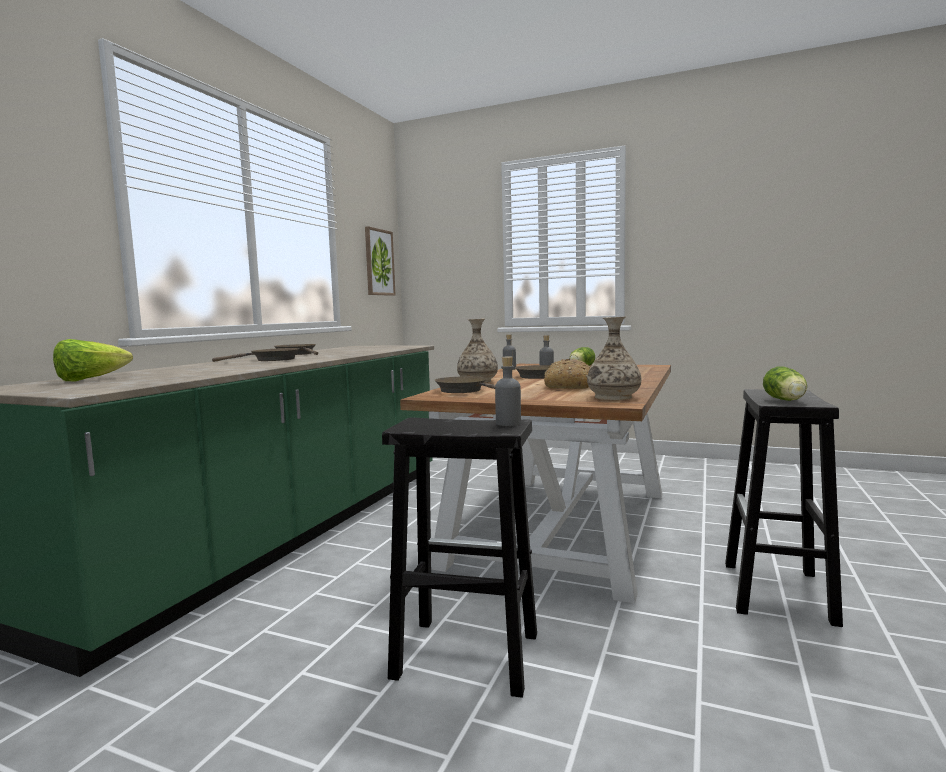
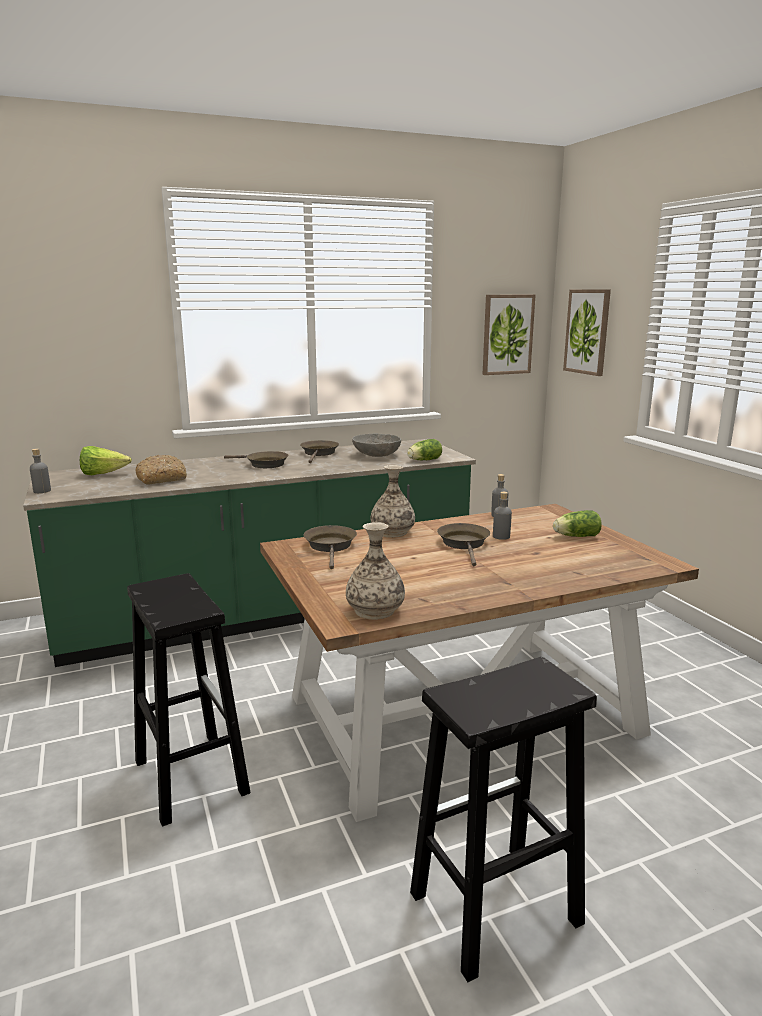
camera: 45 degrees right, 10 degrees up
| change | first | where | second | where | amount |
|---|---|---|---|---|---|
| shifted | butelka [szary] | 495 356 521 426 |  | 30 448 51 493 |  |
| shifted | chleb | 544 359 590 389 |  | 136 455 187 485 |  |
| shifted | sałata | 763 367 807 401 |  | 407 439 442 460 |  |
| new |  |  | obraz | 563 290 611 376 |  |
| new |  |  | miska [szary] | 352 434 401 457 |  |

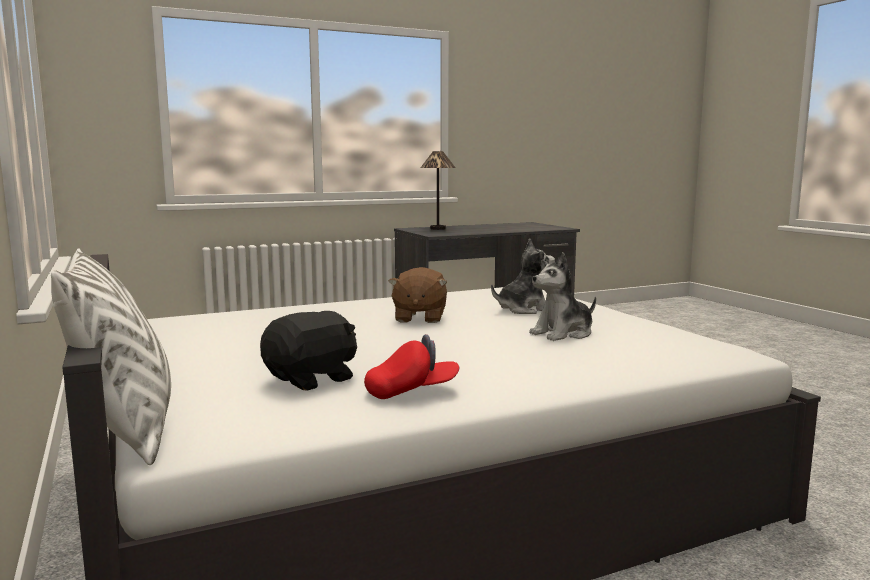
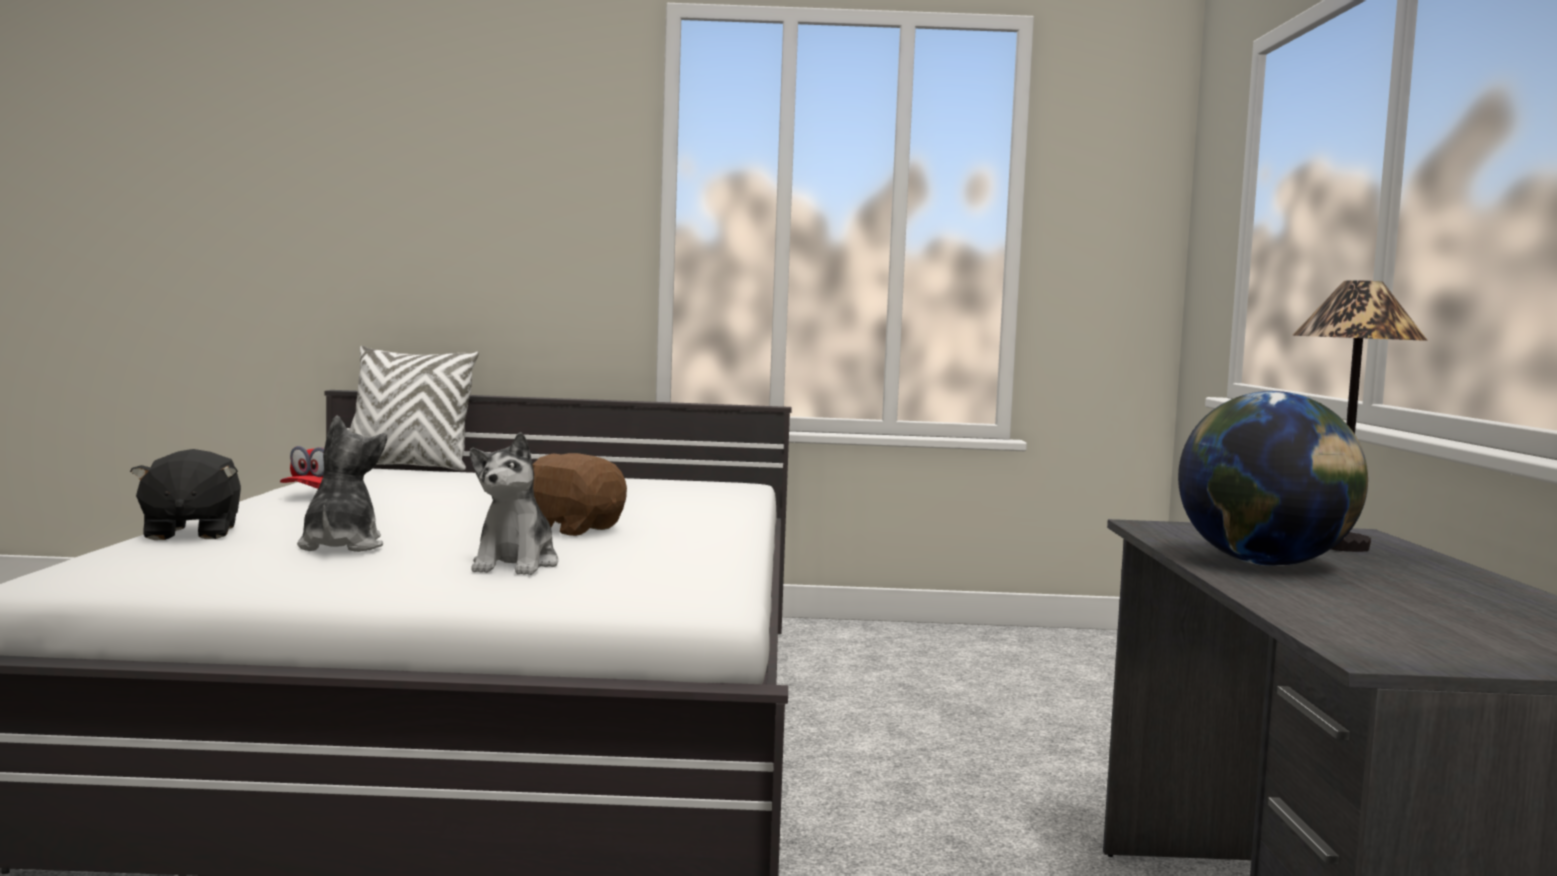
camera: 115 degrees right, 5 degrees down
| change | first | where | second | where | amount |
|---|---|---|---|---|---|
| shifted | pluszak [czarny] | 260 311 357 391 |  | 130 449 241 540 |  |
| new |  |  | globus | 1178 391 1368 566 |  |

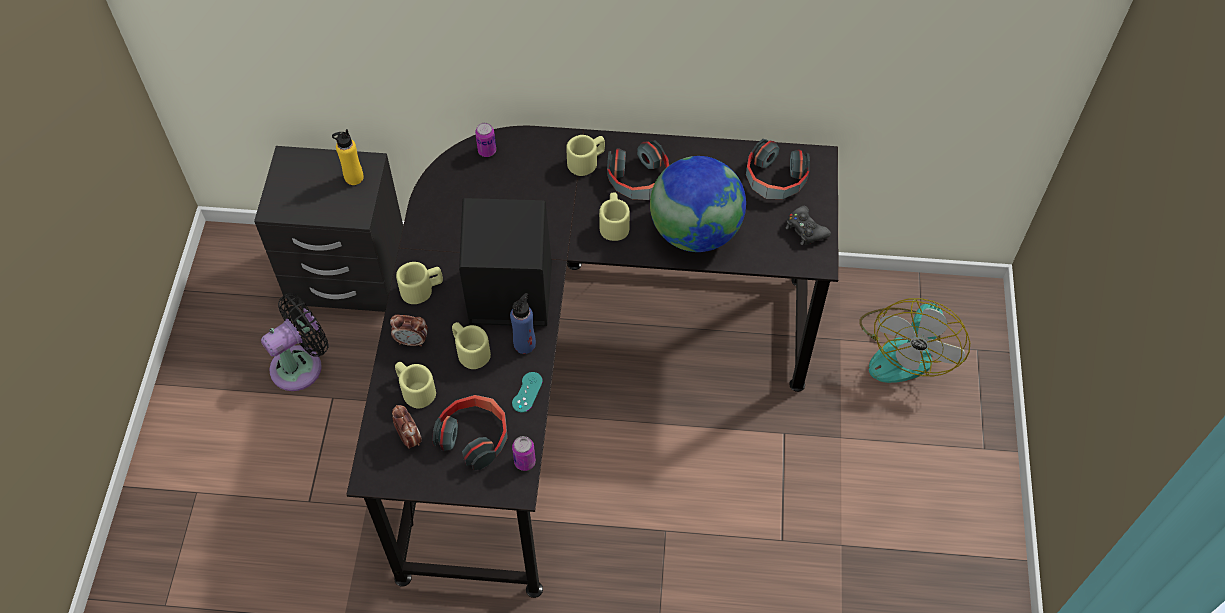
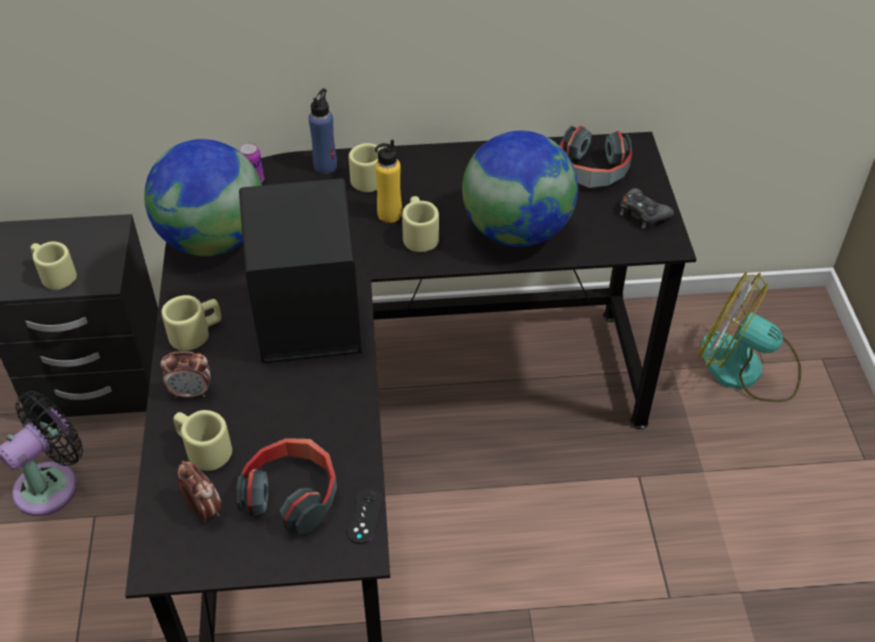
camera: 10 degrees left, 10 degrees down
| change | first | where | second | where | amount |
|---|---|---|---|---|---|
| shifted | butelka [żółty] | 332 129 364 185 |  | 375 139 402 223 |  |
| gone | słuchawki | 607 140 669 200 |  |  |  |
| shifted | butelka [niebieski] | 510 293 536 354 |  | 309 89 337 174 |  |
| rotated | wentylator | 859 298 970 383 |  | 698 272 801 402 | 105 degrees clockwise |
| shifted | kubek [beżowy] | 452 322 491 369 |  | 30 241 77 290 |  |
| gone | pad do gier [turkusowy] | 512 372 543 412 |  |  |  |
| swapped | puszka | 512 436 536 471 | pad do gier [czarny] | 347 488 383 544 |  |
| new |  |  | globus | 144 139 262 256 |  |

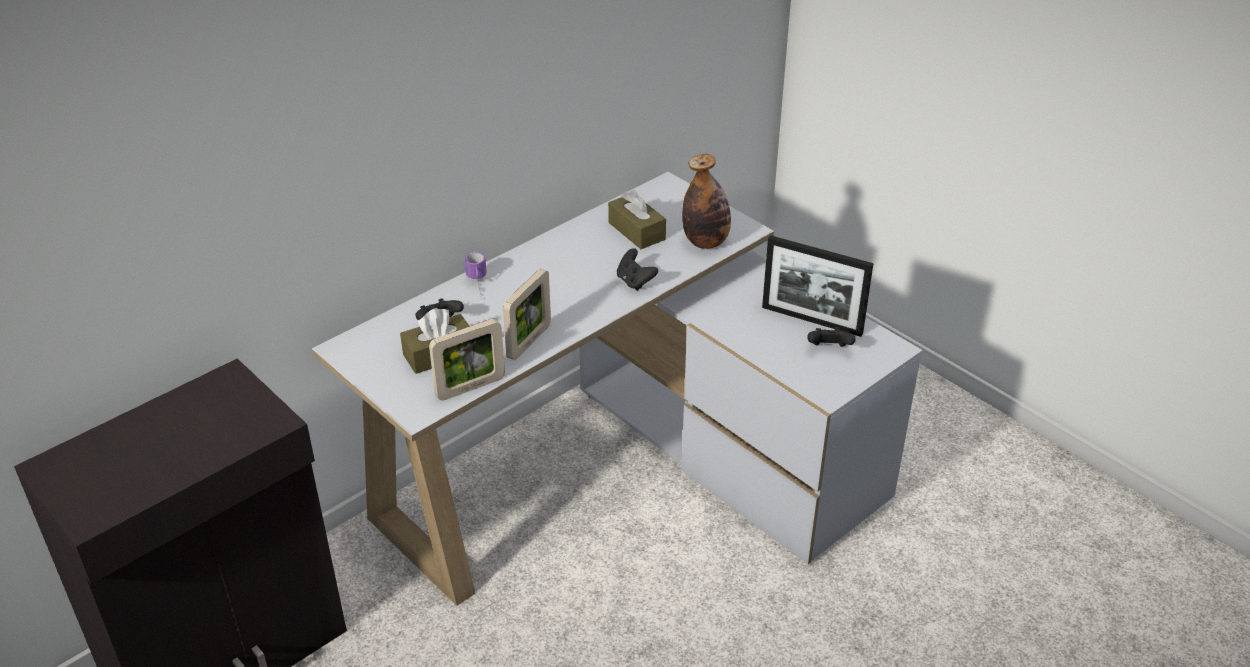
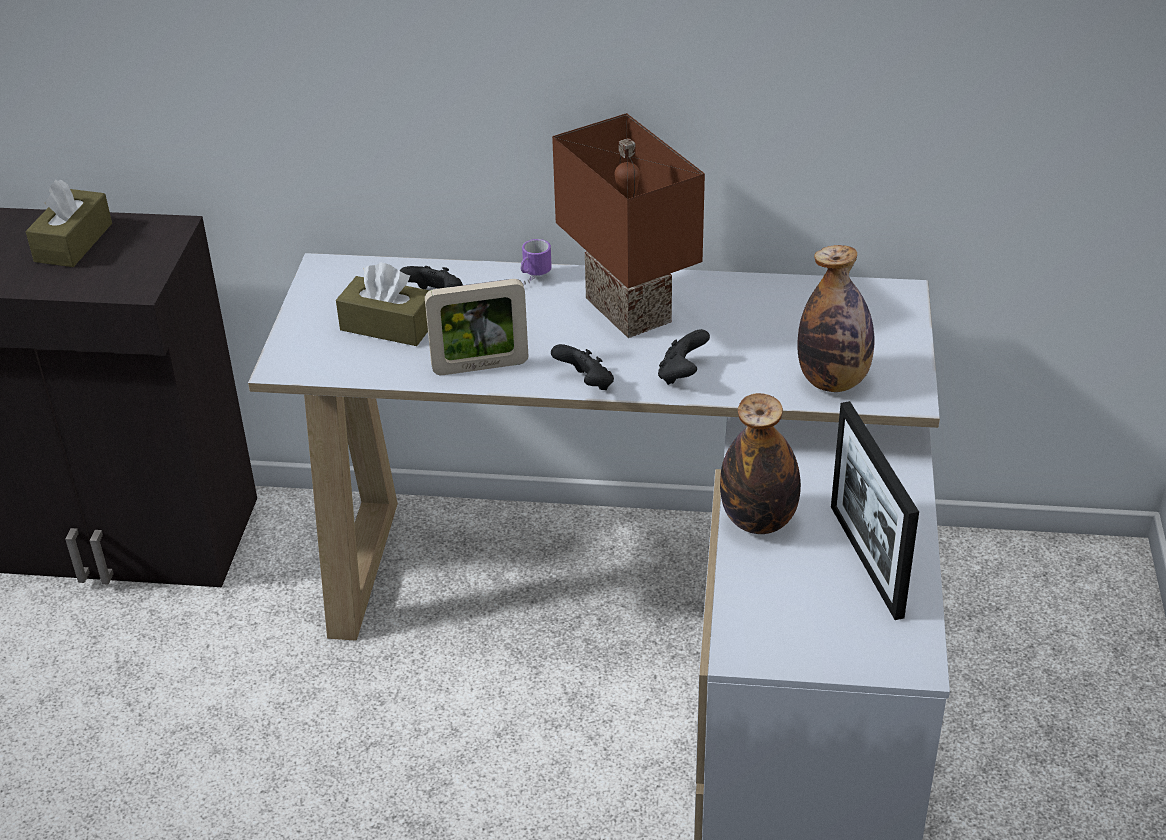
camera: 50 degrees right, 0 degrees up
| change | first | where | second | where | amount |
|---|---|---|---|---|---|
| shifted | pudełko chusteczek [brązowy] | 608 190 666 249 |  | 25 180 112 267 |  |
| gone | ramka na zdjęcie | 429 319 505 400 |  |  |  |
| shifted | pad do gier [czarny] | 807 327 856 347 |  | 551 344 614 390 |  |
| new |  |  | lampa stołowa [brązowy] | 552 113 705 338 |  |
| new |  |  | butelka | 720 393 801 534 |  |

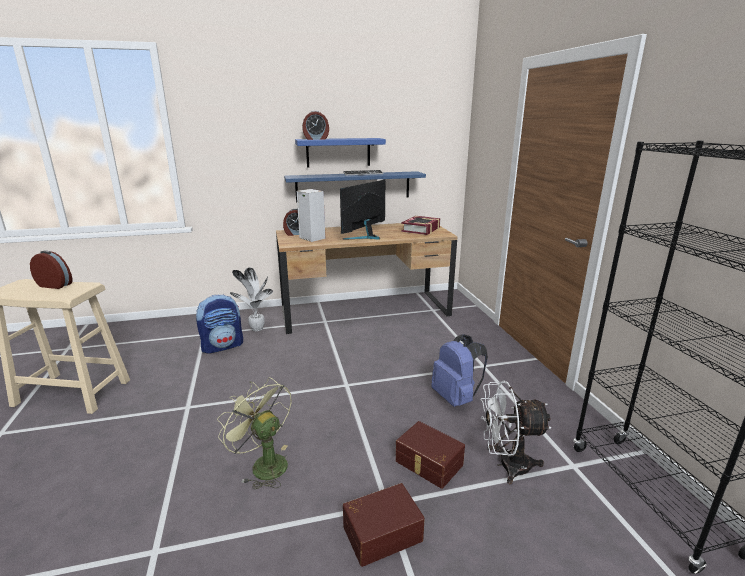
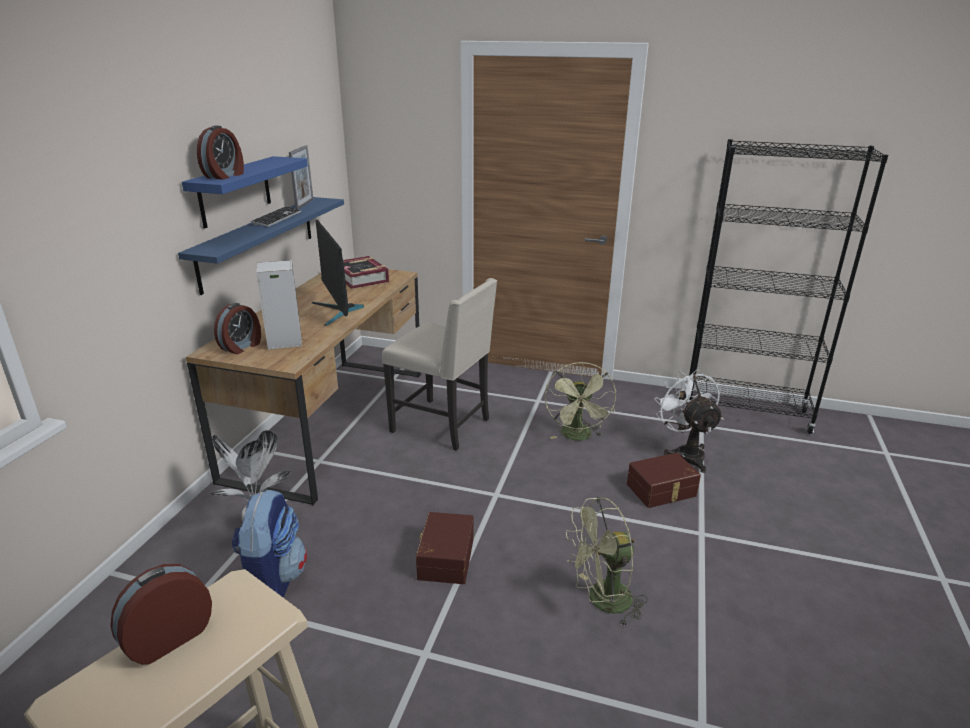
camera: 60 degrees left, 5 degrees up
| change | first | where | second | where | amount |
|---|---|---|---|---|---|
| swapped | plecak [niebieski] | 431 334 488 407 | wentylator [zielony] | 545 362 616 441 |  |
| rotated | wentylator [biały] | 480 381 552 484 |  | 655 369 723 473 | 135 degrees clockwise |
| shifted | pojemnik do przechowywania [brązowy] | 343 483 425 567 |  | 416 512 474 584 |  |
| new |  |  | ramka na zdjęcie | 289 145 313 210 |  |
| new |  |  | krzesło [beżowy] | 382 278 497 451 |  |

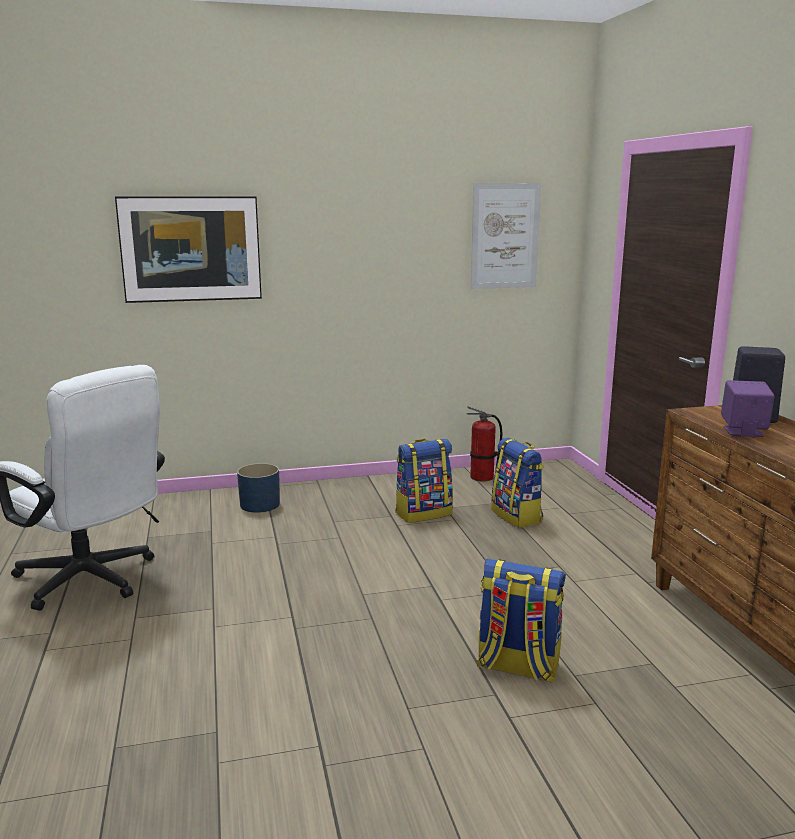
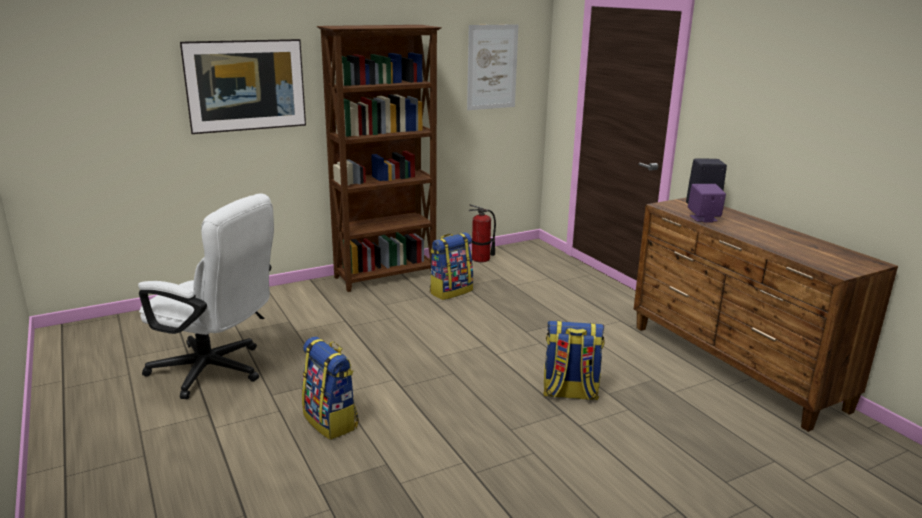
camera: 15 degrees left, 5 degrees up
| change | first | where | second | where | amount |
|---|---|---|---|---|---|
| shifted | plecak | 491 437 544 528 |  | 302 337 359 440 |  |
| gone | donica [niebieski] | 237 463 280 513 |  |  |  |
| new |  |  | regał [brązowy] | 317 25 442 292 |  |

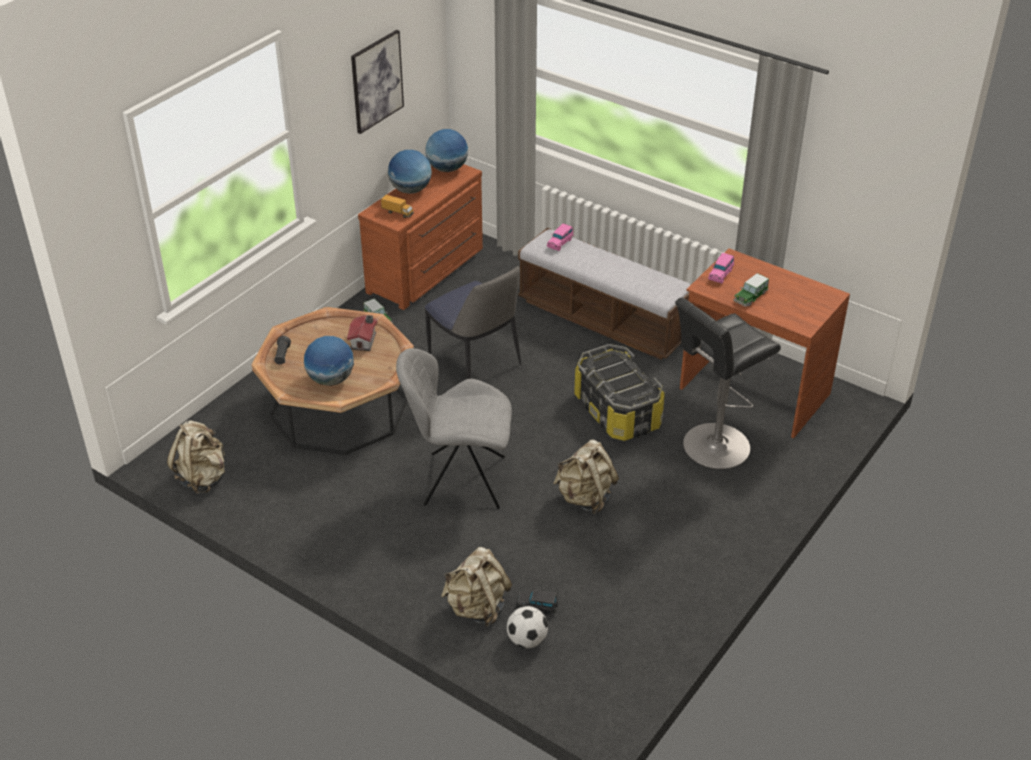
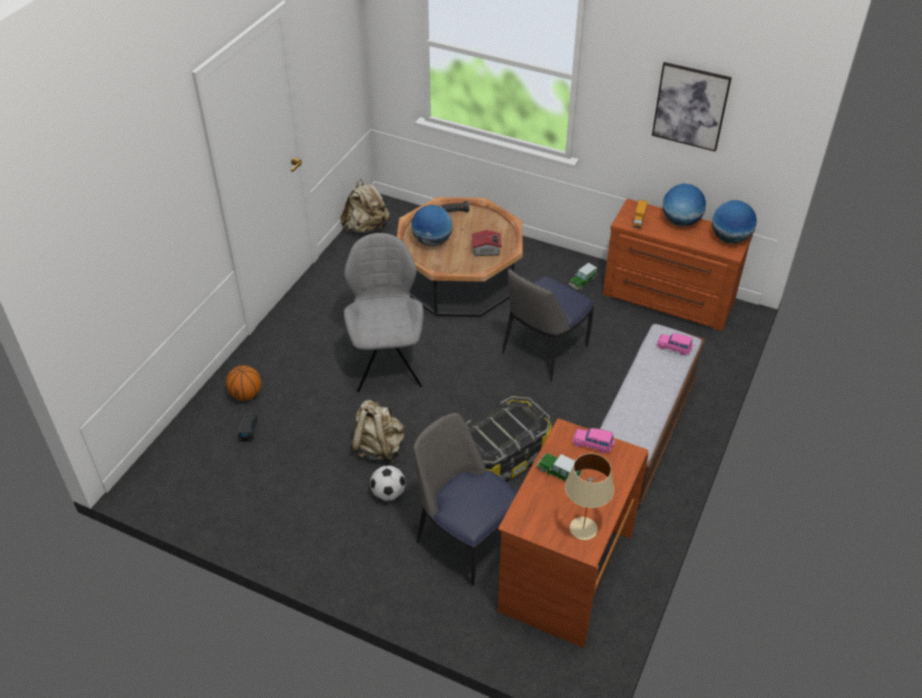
camera: 80 degrees right, 5 degrees up
| change | first | where | second | where | amount |
|---|---|---|---|---|---|
| swapped | stołek [czarny] | 675 298 781 469 | krzesło | 413 413 517 586 |  |
| swapped | plecak [beżowy] | 441 547 512 627 | piłka do koszykówki | 226 365 261 401 |  |
| shifted | piłka futbolowa | 507 606 548 648 |  | 370 466 405 501 |  |
| new |  |  | lampa stołowa [beżowy] | 565 453 614 540 |  |

